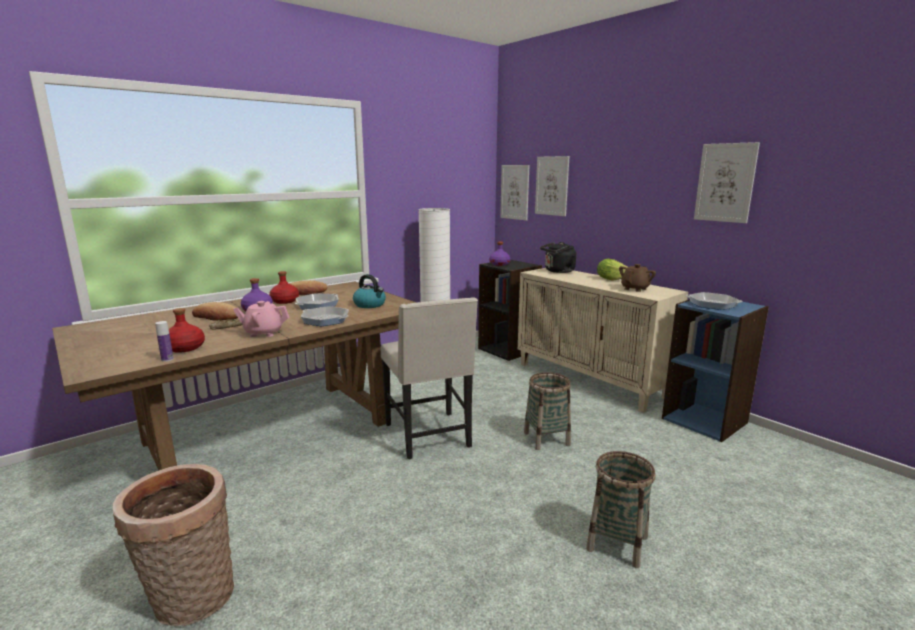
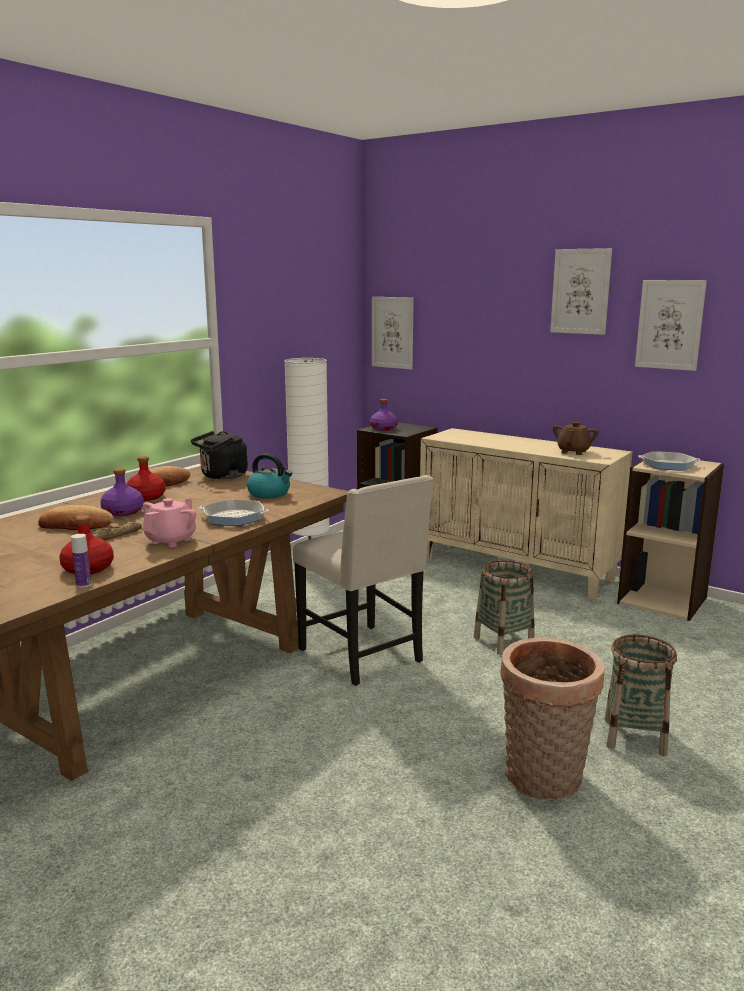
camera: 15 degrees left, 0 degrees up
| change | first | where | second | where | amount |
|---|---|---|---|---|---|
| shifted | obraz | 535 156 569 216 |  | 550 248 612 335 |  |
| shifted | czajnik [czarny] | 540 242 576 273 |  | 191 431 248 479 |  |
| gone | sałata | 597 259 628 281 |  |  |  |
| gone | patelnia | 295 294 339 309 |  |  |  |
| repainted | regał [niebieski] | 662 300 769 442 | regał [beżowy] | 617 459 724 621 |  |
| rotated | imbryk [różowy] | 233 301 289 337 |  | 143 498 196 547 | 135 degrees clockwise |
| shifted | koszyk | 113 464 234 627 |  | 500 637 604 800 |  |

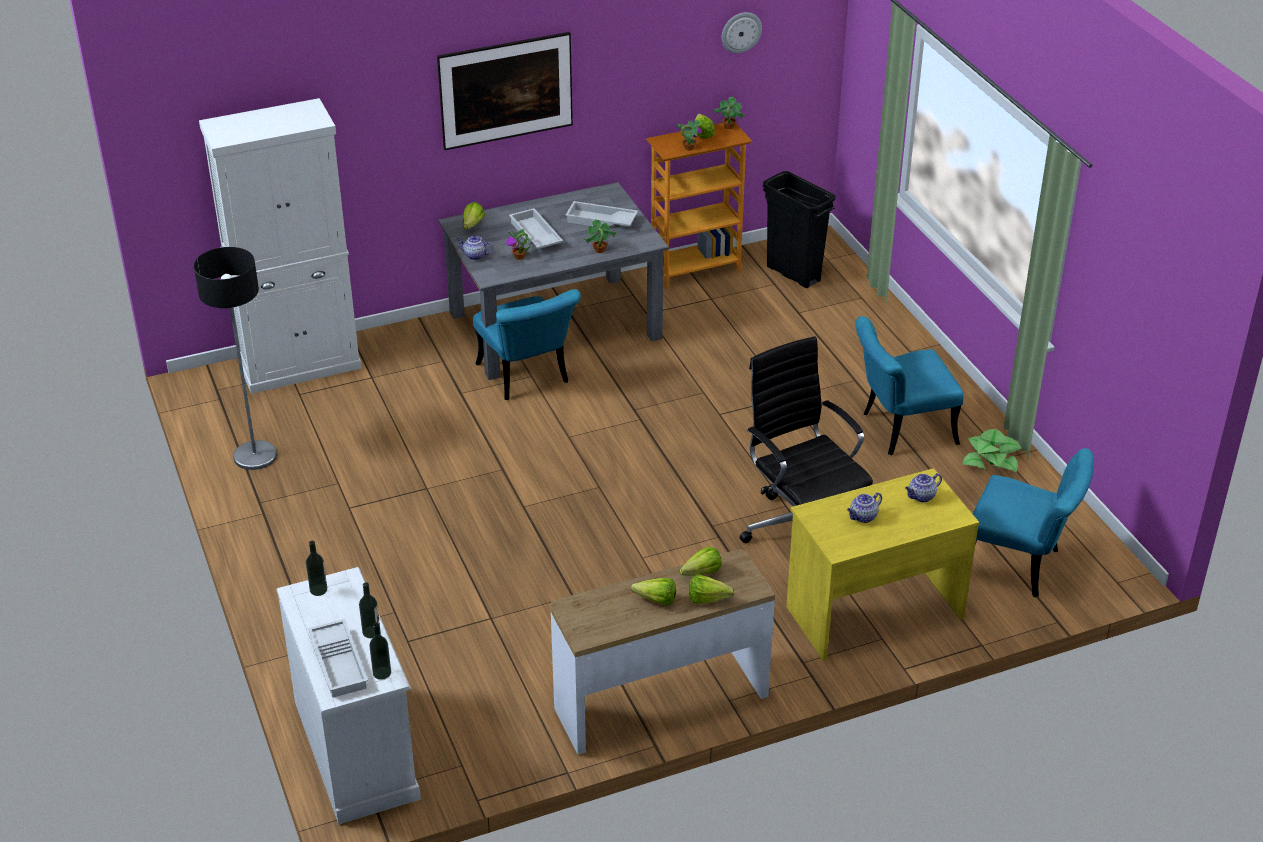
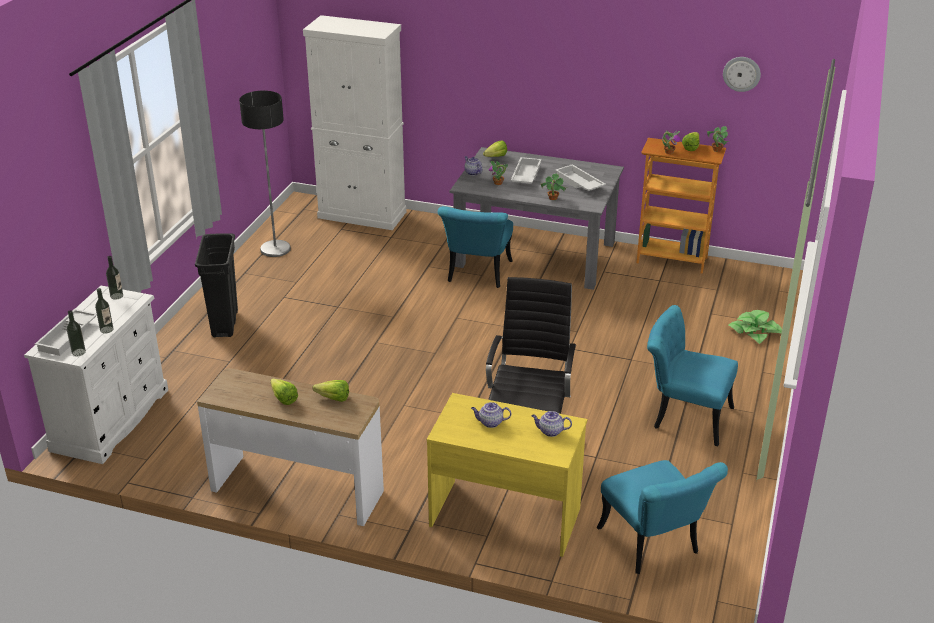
camera: 40 degrees right, 5 degrees down
| change | first | where | second | where | amount |
|---|---|---|---|---|---|
| gone | obraz | 437 32 573 150 |  |  |  |
| shifted | kosz na śmieci [czarny] | 763 171 835 288 |  | 195 233 238 337 |  |
| shifted | roślina doniczkowa | 963 429 1022 472 |  | 728 310 782 344 |  |
| gone | sałata | 689 574 735 604 |  |  |  |

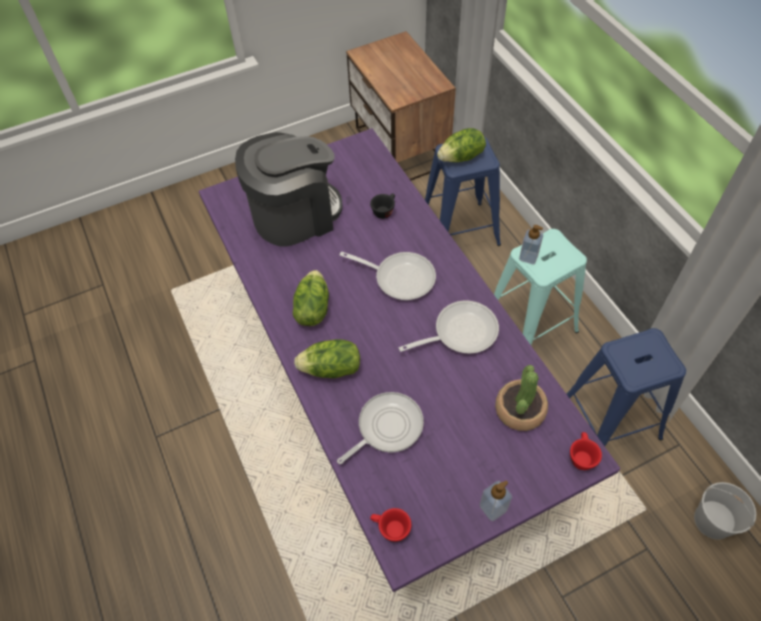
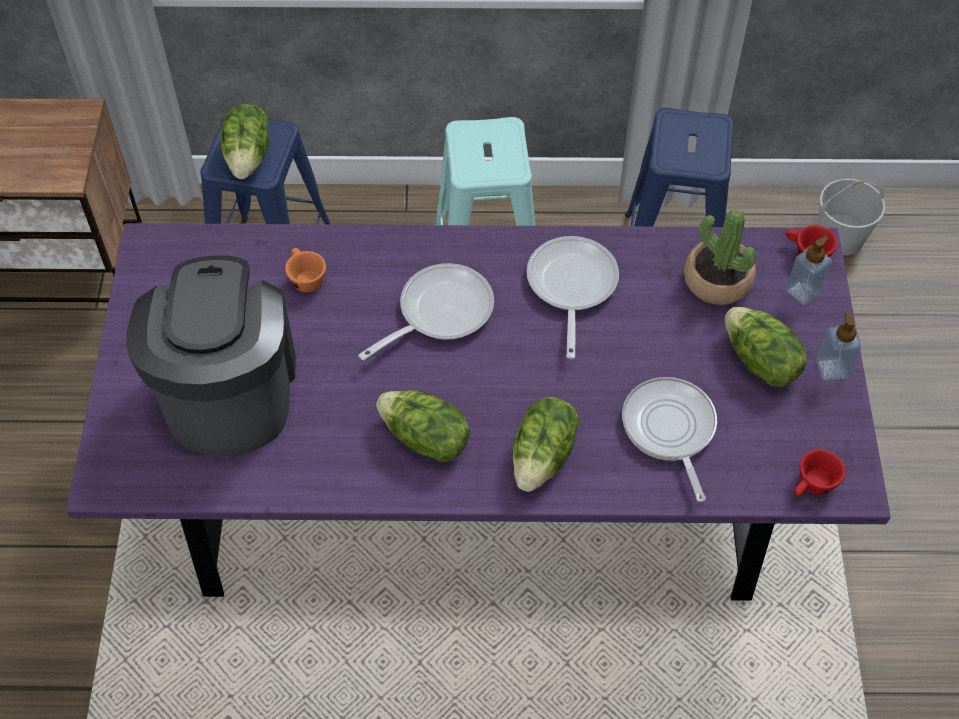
camera: 65 degrees left, 0 degrees up
| change | first | where | second | where | amount |
|---|---|---|---|---|---|
| repainted | filiżanka [czarny] | 370 193 395 219 | filiżanka [pomarańczowy] | 285 248 326 292 |  |
| shifted | dozownik mydła | 519 225 543 264 |  | 786 236 832 305 |  |
| new |  |  | sałata | 725 307 807 387 |  |

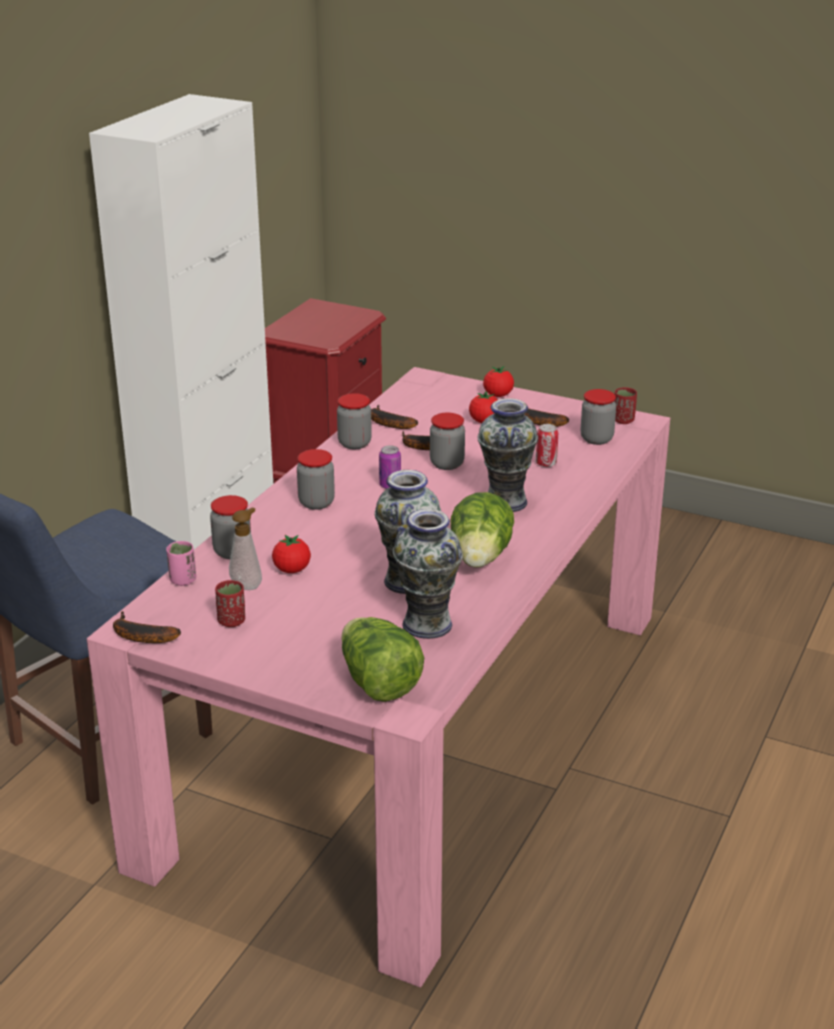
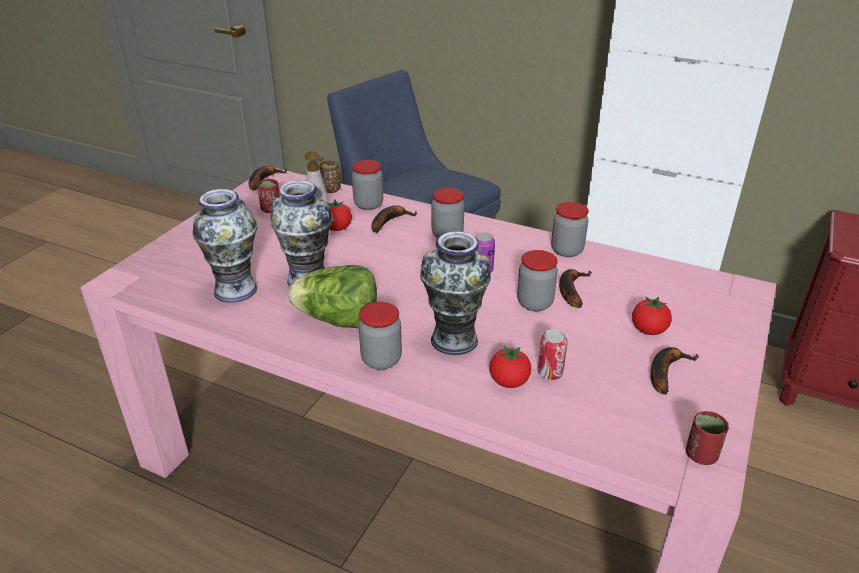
camera: 90 degrees right, 5 degrees up
| change | first | where | second | where | amount |
|---|---|---|---|---|---|
| shifted | pomidor | 483 366 514 397 |  | 489 346 531 388 |  |
| shifted | słoik | 581 389 616 445 |  | 358 302 402 370 |  |
| shifted | banan | 371 405 418 429 |  | 371 205 417 233 |  |
| repainted | filiżanka [różowy] | 166 541 196 586 | filiżanka [brązowy] | 319 161 341 193 |  |
| gone | sałata | 341 617 424 702 |  |  |  |

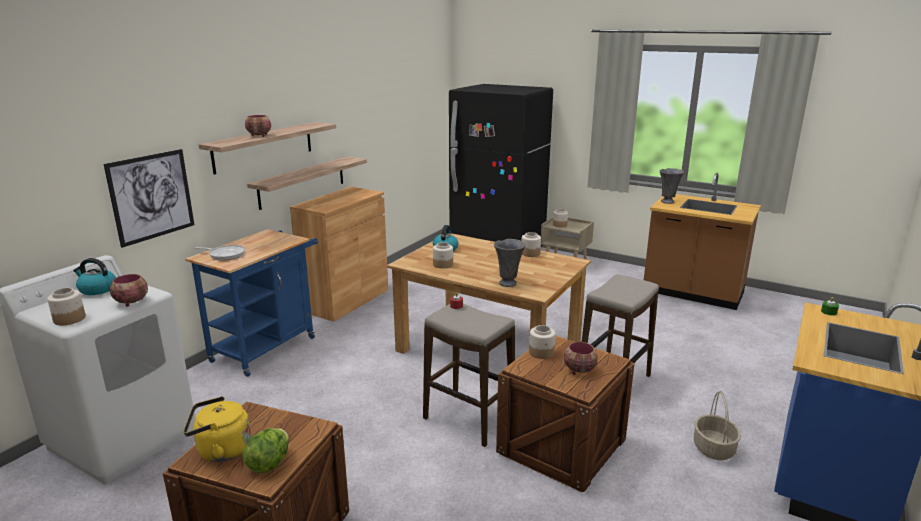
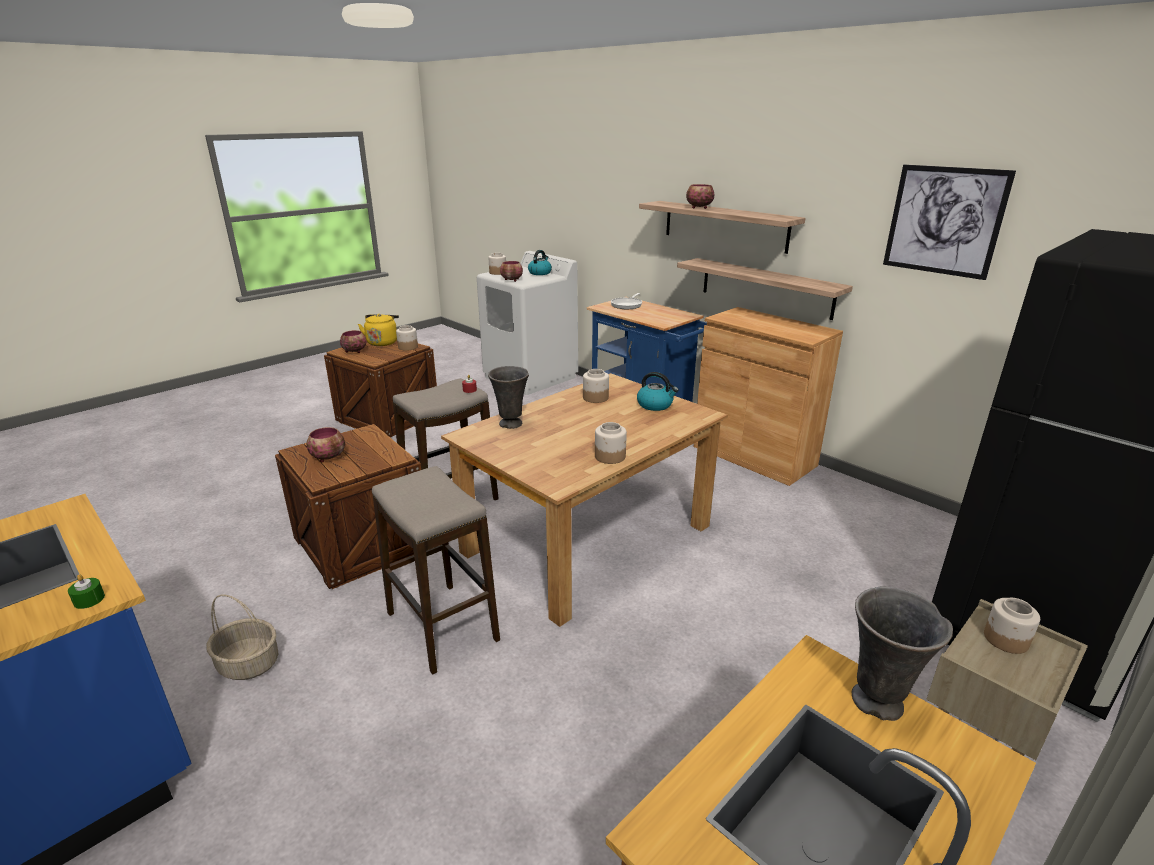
camera: 105 degrees right, 5 degrees up
| change | first | where | second | where | amount |
|---|---|---|---|---|---|
| shifted | obraz | 103 149 195 248 |  | 883 165 1016 280 |  |
| shifted | słoik | 529 325 555 359 |  | 396 325 418 351 |  |
| swapped | sałata | 242 428 289 473 | miska | 340 330 366 353 |  |

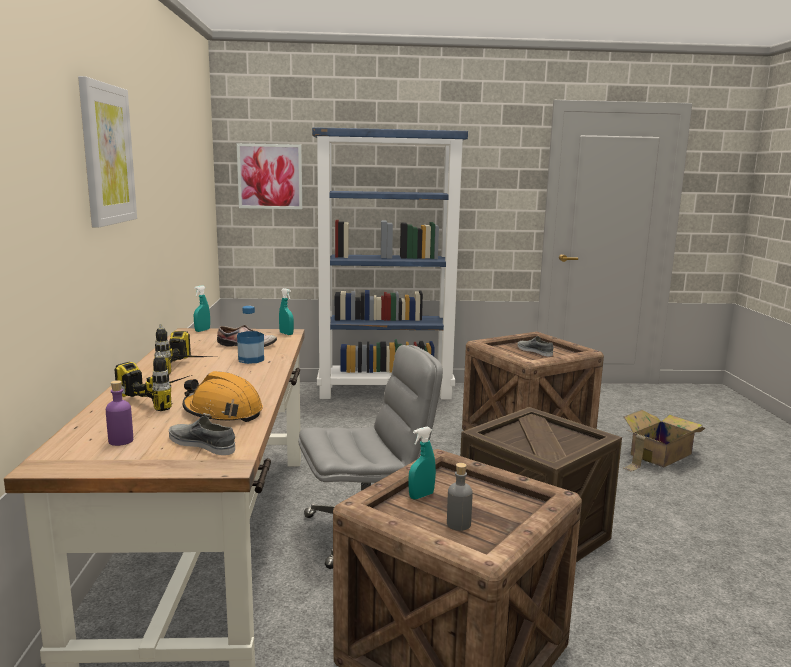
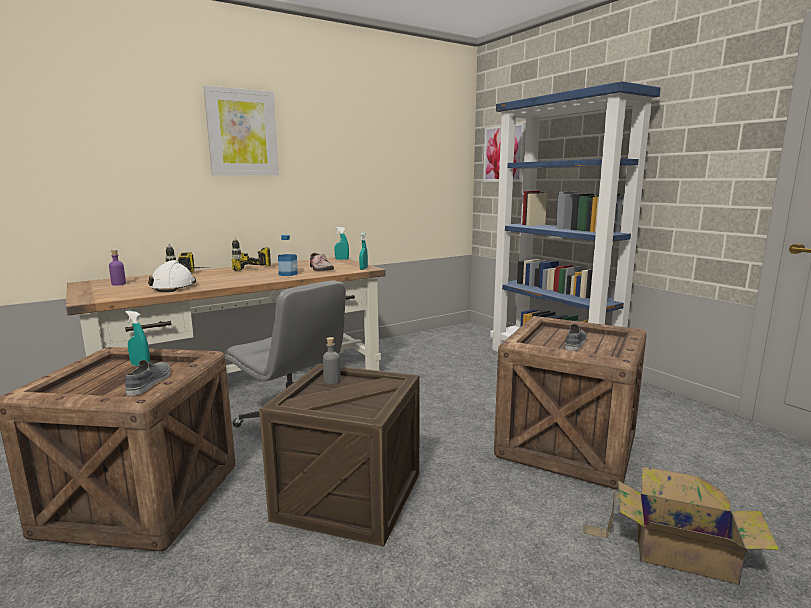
camera: 60 degrees right, 0 degrees up
| change | first | where | second | where | amount |
|---|---|---|---|---|---|
| repainted | kask [pomarańczowy] | 183 371 263 422 | kask [biały] | 148 260 196 292 |  |
| shifted | but [szary] | 169 416 235 455 |  | 125 360 170 396 |  |
| shifted | butelka [szary] | 447 463 473 531 |  | 323 337 341 384 |  |

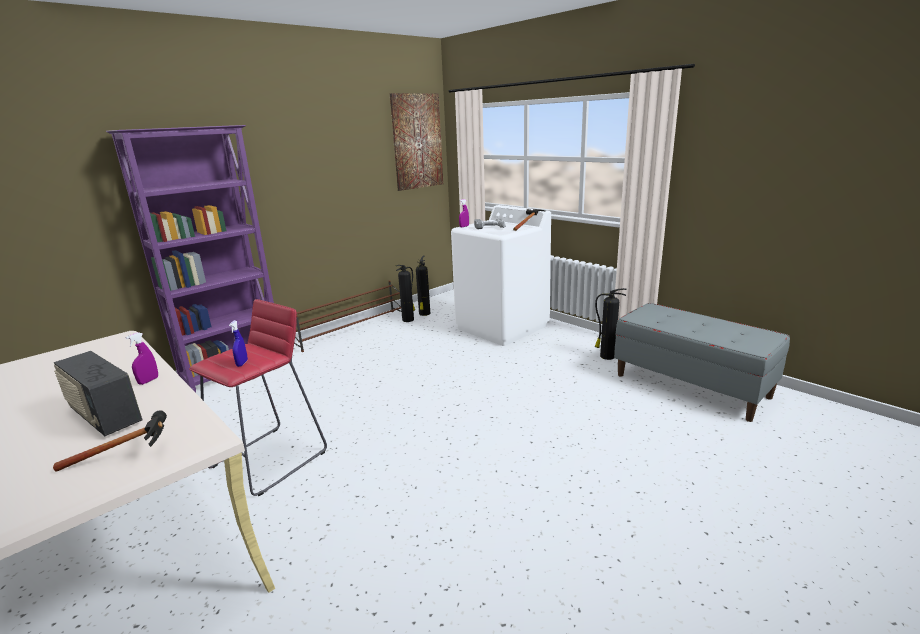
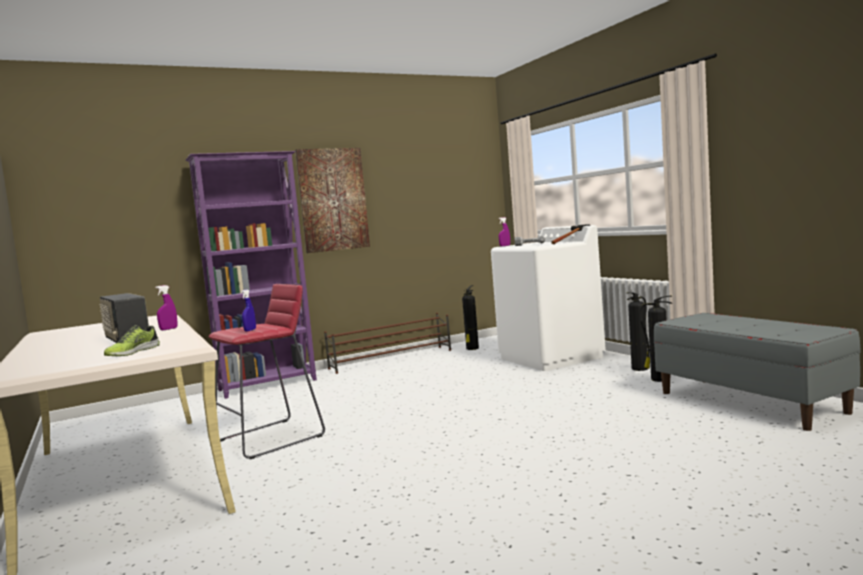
camera: 15 degrees right, 15 degrees down
| change | first | where | second | where | amount |
|---|---|---|---|---|---|
| shifted | obraz | 390 93 443 191 |  | 295 148 370 253 |  |
| shifted | gaśnica | 395 265 415 322 |  | 627 292 648 371 |  |
| swapped | młotek | 53 410 167 472 | but | 104 325 160 356 |  |

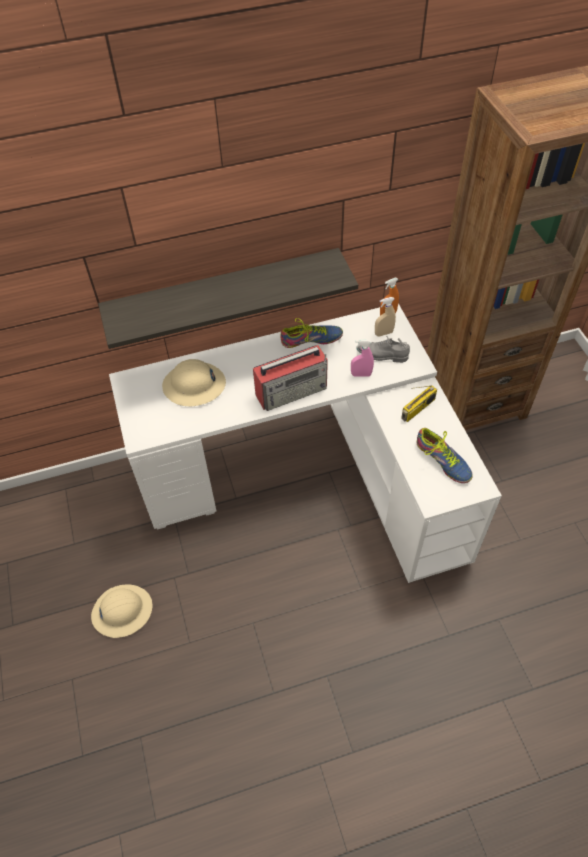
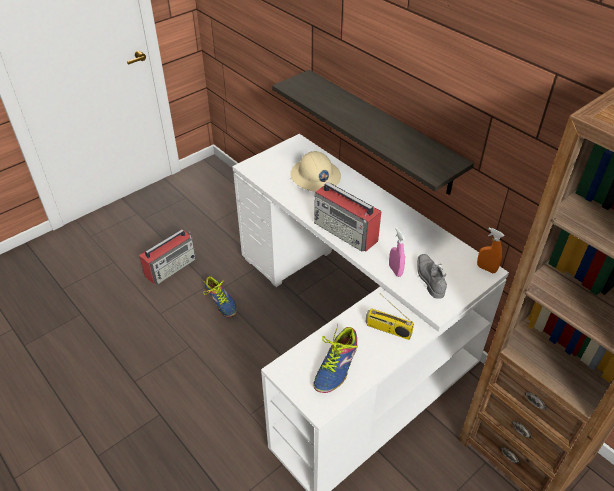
camera: 65 degrees right, 10 degrees down
| change | first | where | second | where | amount |
|---|---|---|---|---|---|
| gone | spryskiwacz [beżowy] | 375 297 396 336 |  |  |  |
| shifted | but | 280 318 343 348 |  | 202 276 237 318 |  |
| swapped | kask [beżowy] | 91 584 153 638 | radio | 139 229 196 285 |  |

